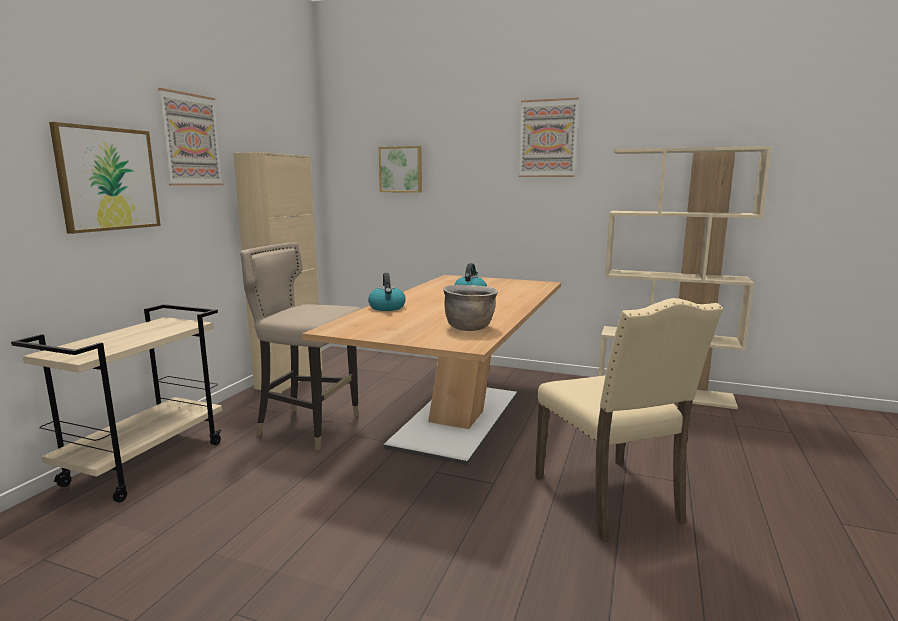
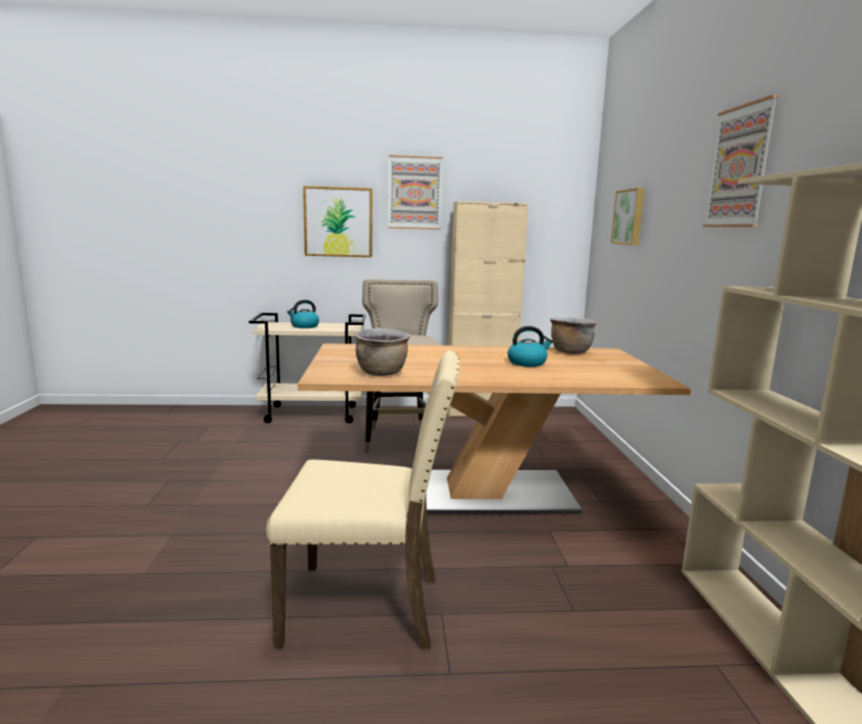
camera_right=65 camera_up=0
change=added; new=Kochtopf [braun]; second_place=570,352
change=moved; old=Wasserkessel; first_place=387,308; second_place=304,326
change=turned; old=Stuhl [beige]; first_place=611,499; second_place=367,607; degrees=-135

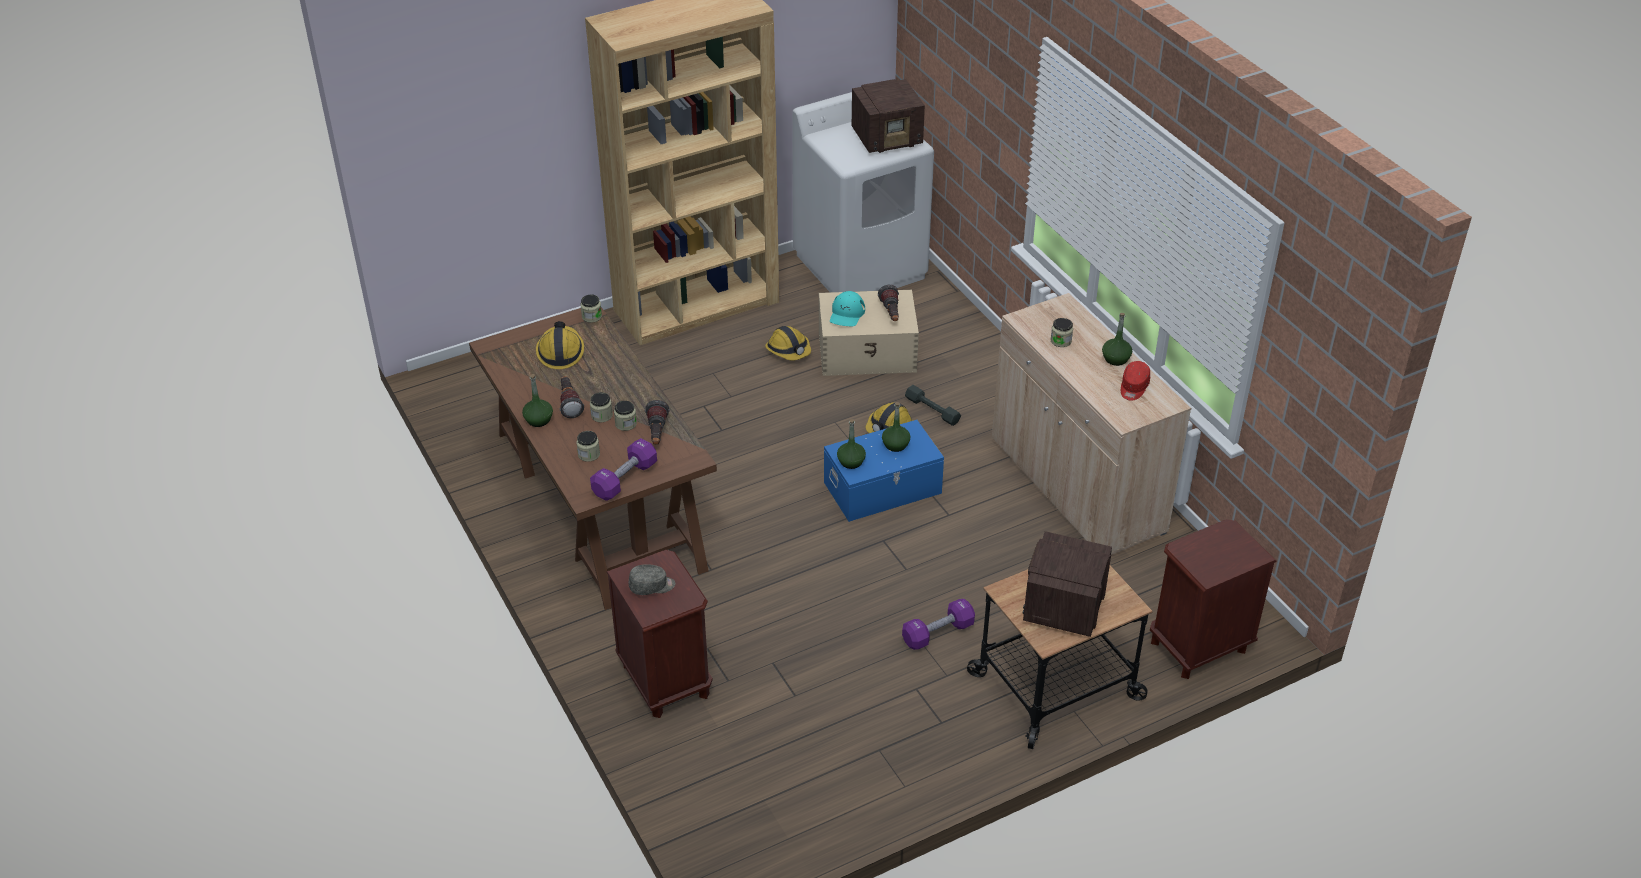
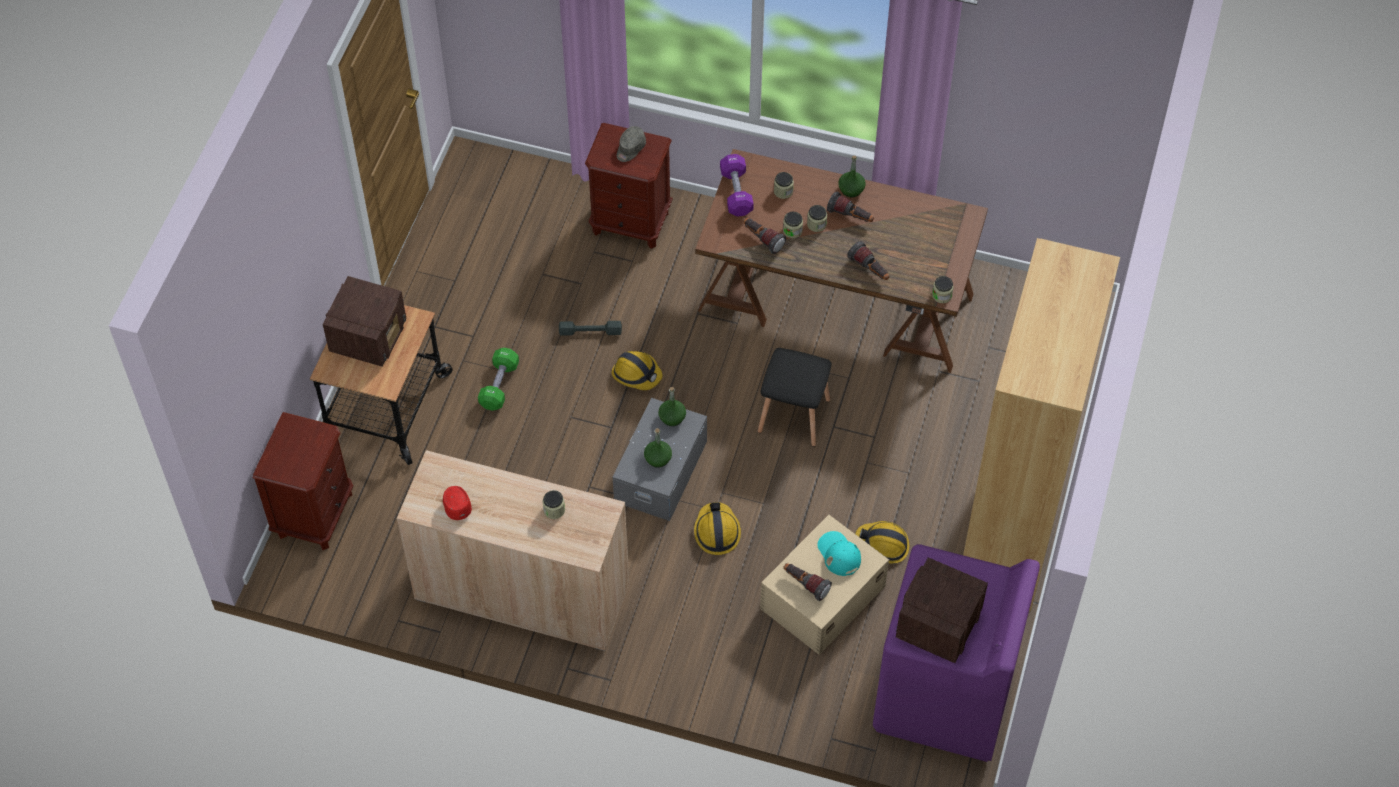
camera_right=135 camera_up=15
change=removed; old=Flasche [grün]; first_place=1115,358
change=added; new=Hocker [schwarz]; second_place=792,416
change=added; new=Taschenlampe; second_place=869,269
change=moved; old=Schutzhelm; first_place=560,352; second_place=637,374
change=moved; old=Hantel [grau]; first_place=932,410; second_place=590,332
change=recoloured; old=Waschmaschine [weiß]; new=Waschmaschine [lila]; first_place=861,266; second_place=944,697
change=recoloured; old=Aufbewahrungsbox [blau]; new=Aufbewahrungsbox [grau]; first_place=883,488; second_place=659,471
change=recoloured; old=Hantel [lila]; new=Hantel [grün]; first_place=938,633; second_place=499,385
change=turned; old=Radio; first_place=1063,607; second_place=369,336; degrees=45

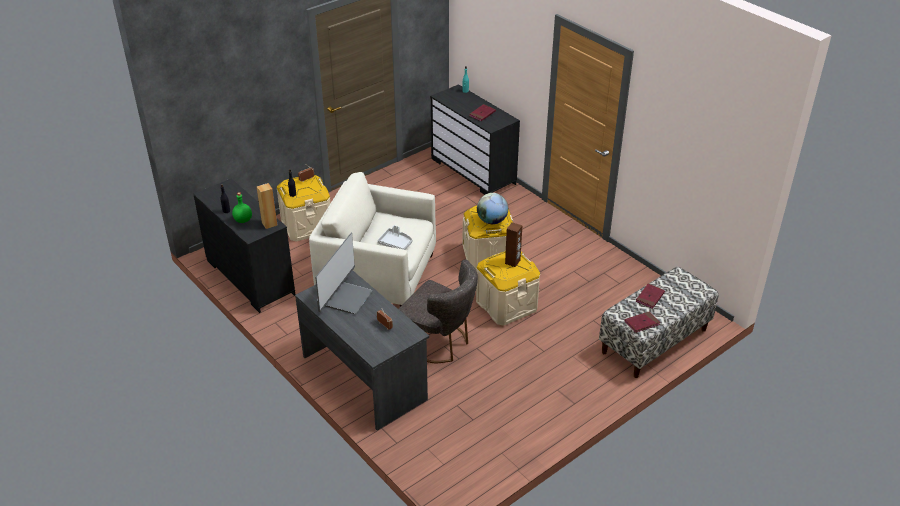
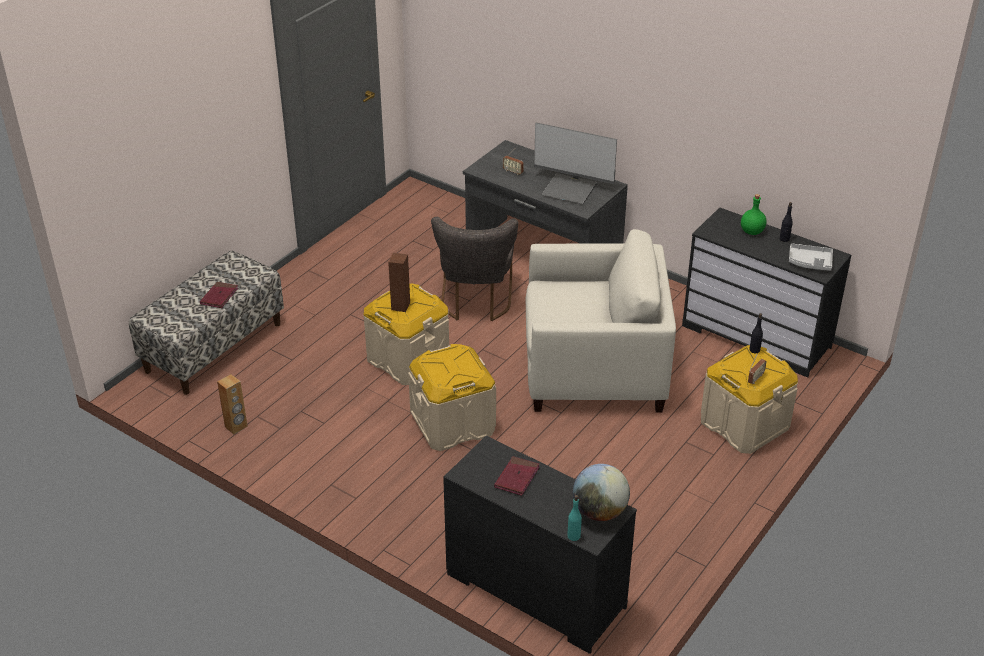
camera_right=165 camera_up=0
change=removed; old=Buch [rot]; first_place=642,323
change=moved; old=Lautsprecher [braun]; first_place=269,224; second_place=236,427
change=moved; old=Tablett [grau]; first_place=395,243; second_place=810,262
change=moved; old=Globus; first_place=492,221; second_place=600,511
change=turned; old=Monitor; first_place=346,298; second_place=570,189; degrees=-75
change=turned; old=Stuhl [grau]; first_place=439,343; second_place=476,302; degrees=-105

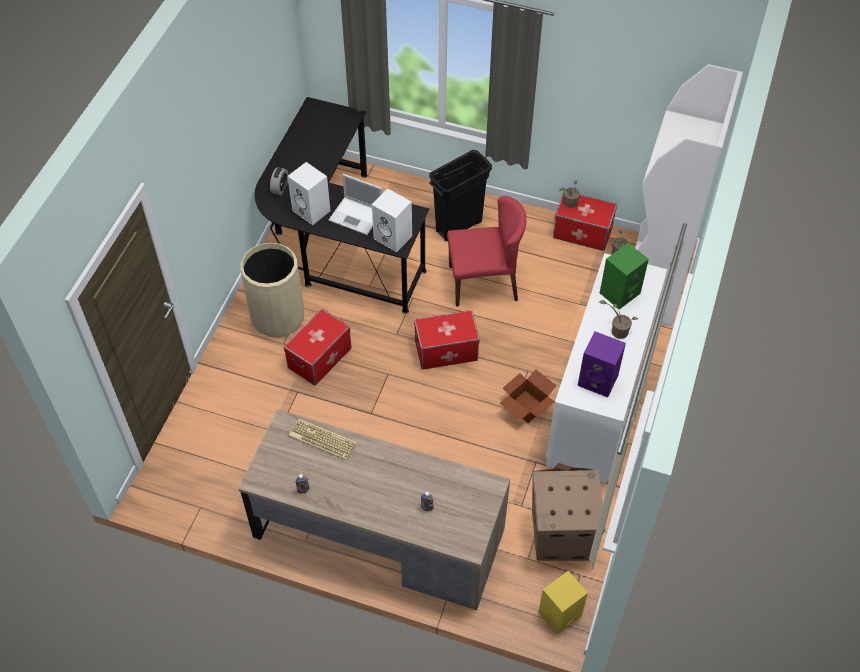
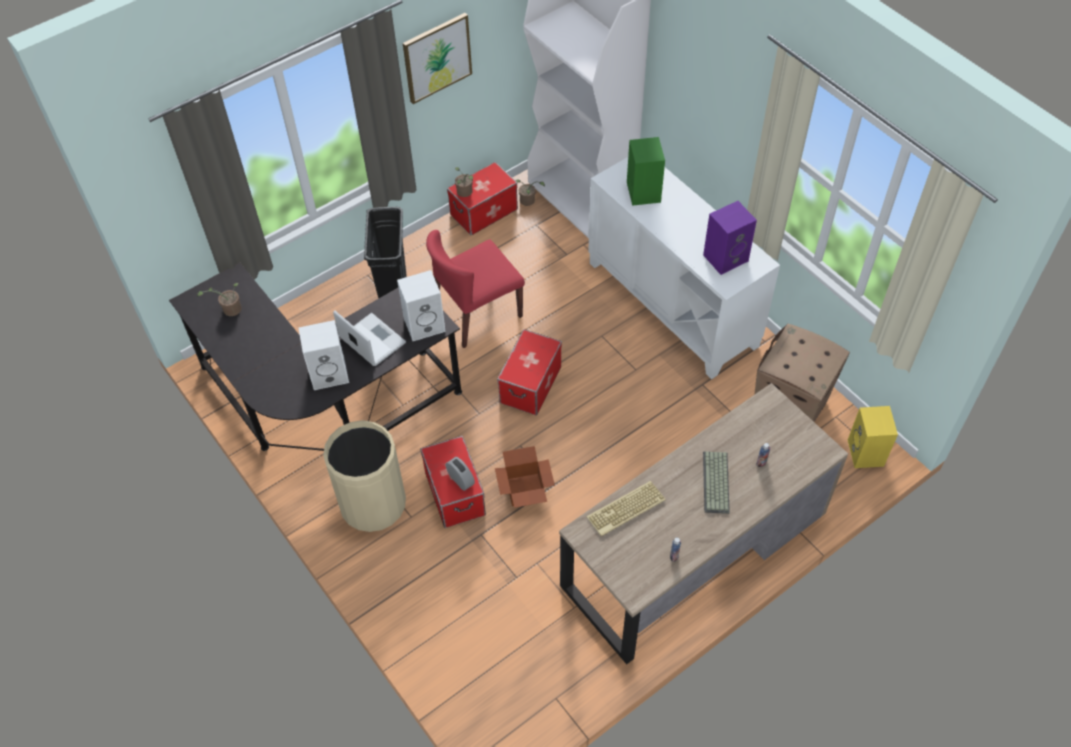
camera_right=-55 camera_up=0
change=added; new=Bild; second_place=437,57
change=added; new=Tastatur; second_place=717,483
change=moved; old=Wecker; first_place=280,188; second_place=460,480
change=moved; old=Karton; first_place=525,407; second_place=524,491
change=moved; old=Topfpflanze; first_place=617,330; second_place=229,310
change=turned; old=Laptop; first_place=357,216; second_place=371,339; degrees=-105
change=turned; old=Stuhl [rot]; first_place=483,282; second_place=477,313; degrees=-150

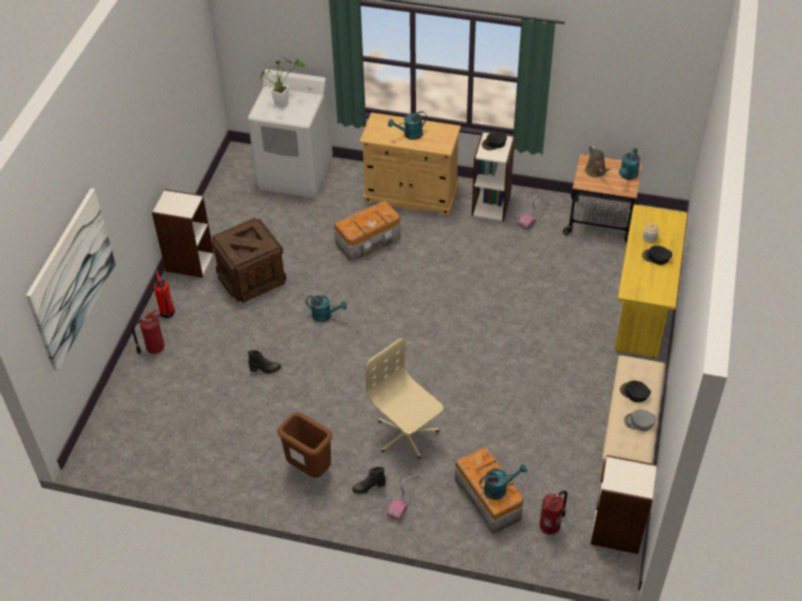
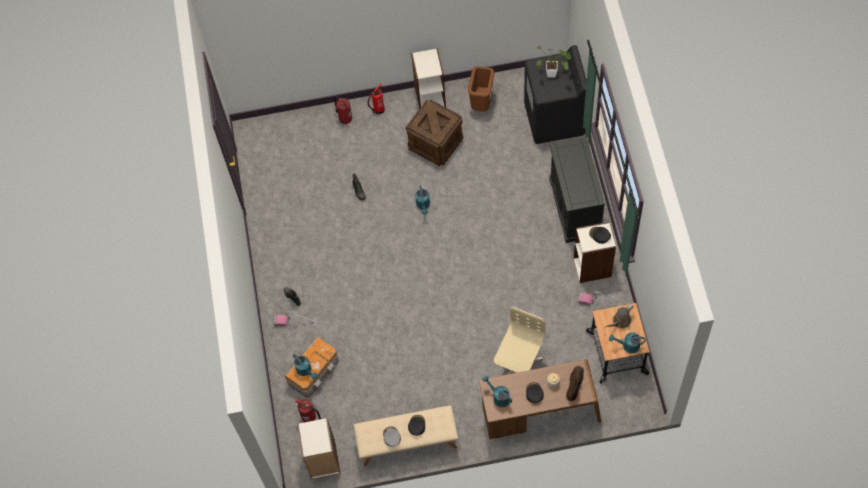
camera_right=70 camera_up=15
change=removed; old=Bild; first_place=71,278
change=removed; old=Aufbewahrungsbox; first_place=369,241
change=added; new=Stiefel [braun]; second_place=574,384
change=moved; old=Mülleimer [braun]; first_place=310,468; second_place=482,104
change=moved; old=Bürostuhl [beige]; first_place=406,434; second_place=518,364
change=moved; old=Gießkanne [türkis]; first_place=409,135; second_place=498,397
change=recoloured; old=Waschmaschine [weiß]; new=Waschmaschine [schwarz]; first_place=295,174; second_place=554,119
change=recoloured; old=Schrank [beige]; new=Schrank [schwarz]; first_place=411,195; second_place=574,207
change=recoloured; old=Schreibtisch [gelb]; new=Schreibtisch [braun]; first_place=643,305; second_place=540,413

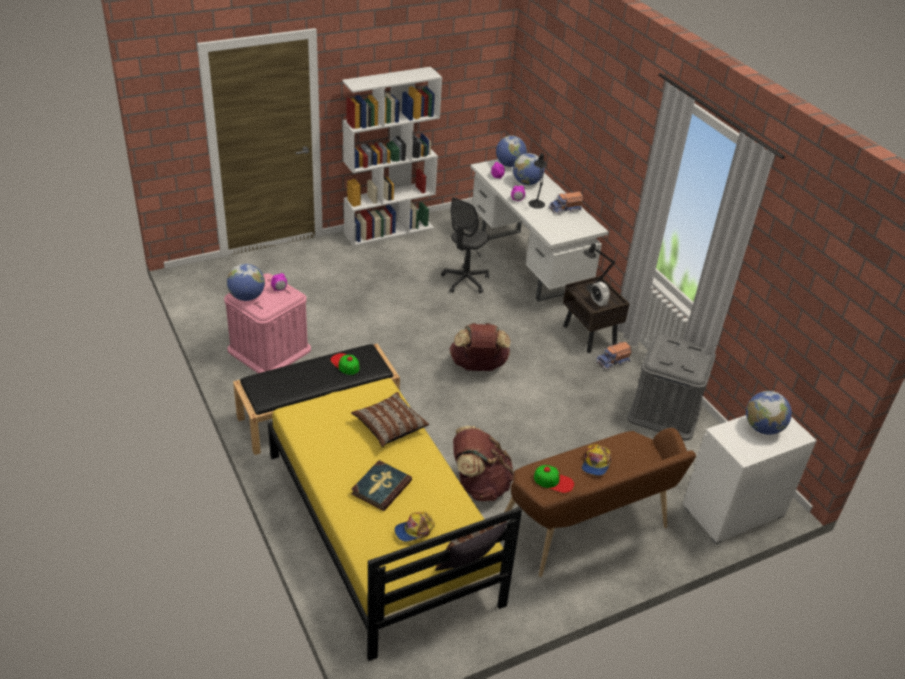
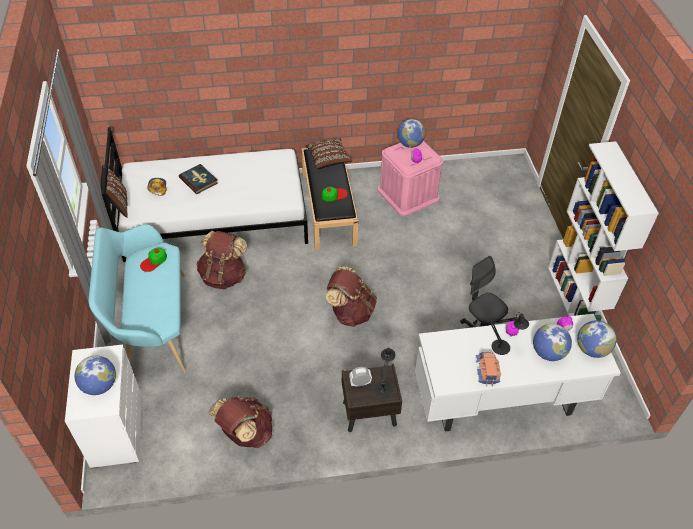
camera_right=110 camera_up=10
change=removed; old=Kappe; first_place=596,463
change=removed; old=Spielzeuglaster; first_place=613,361
change=moved; old=Kissen [braun]; first_place=389,427; second_place=328,159
change=replaced; old=Aufbewahrungsbox [grau]; new=Rucksack [braun]; first_place=665,411; second_place=245,433
change=recoloured; old=Bett [gelb]; new=Bett [weiß]; first_place=380,526; second_place=215,219
change=recoloured; old=Bank [braun]; new=Bank [türkis]; first_place=589,531; second_place=152,325

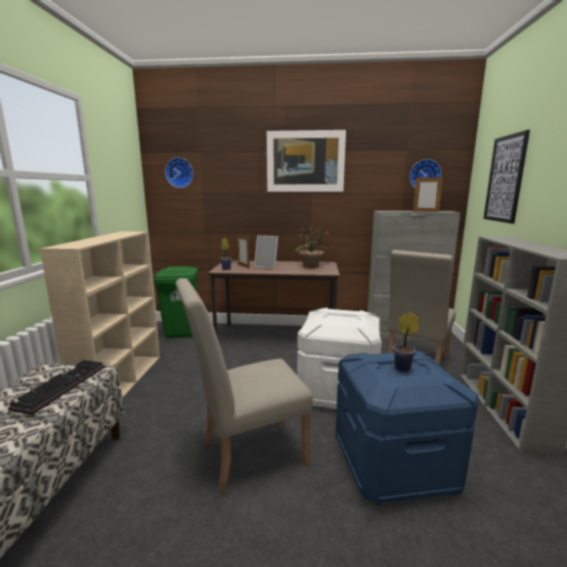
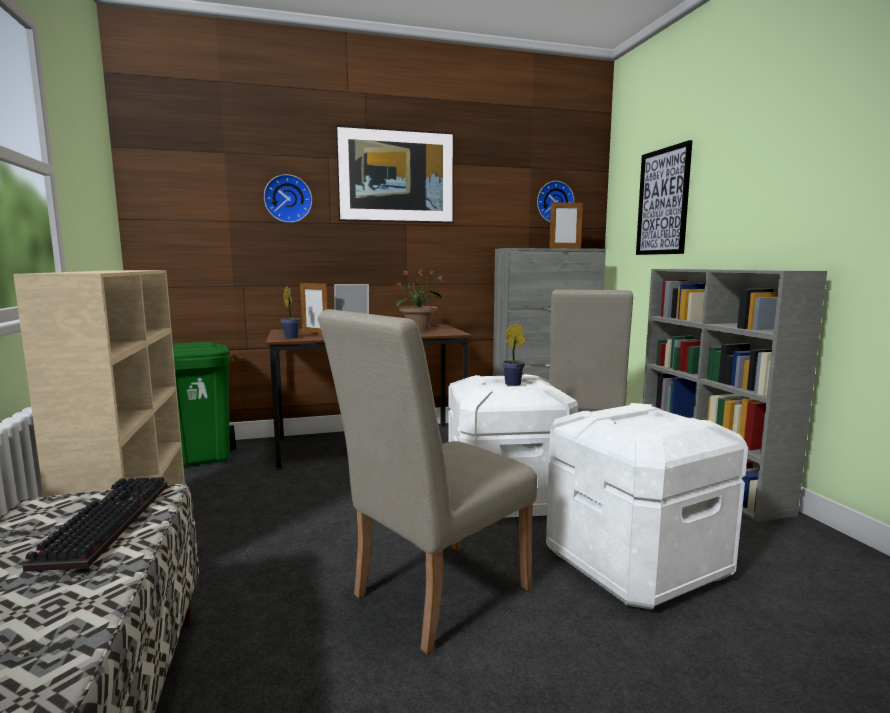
camera_right=-20 camera_up=-5
change=moved; old=Wanduhr; first_place=180,173; second_place=288,199
change=moved; old=Topfpflanze; first_place=404,368; second_place=514,384
change=recoloured; old=Aufbewahrungsbox [blau]; new=Aufbewahrungsbox [weiß]; first_place=393,465; second_place=635,564

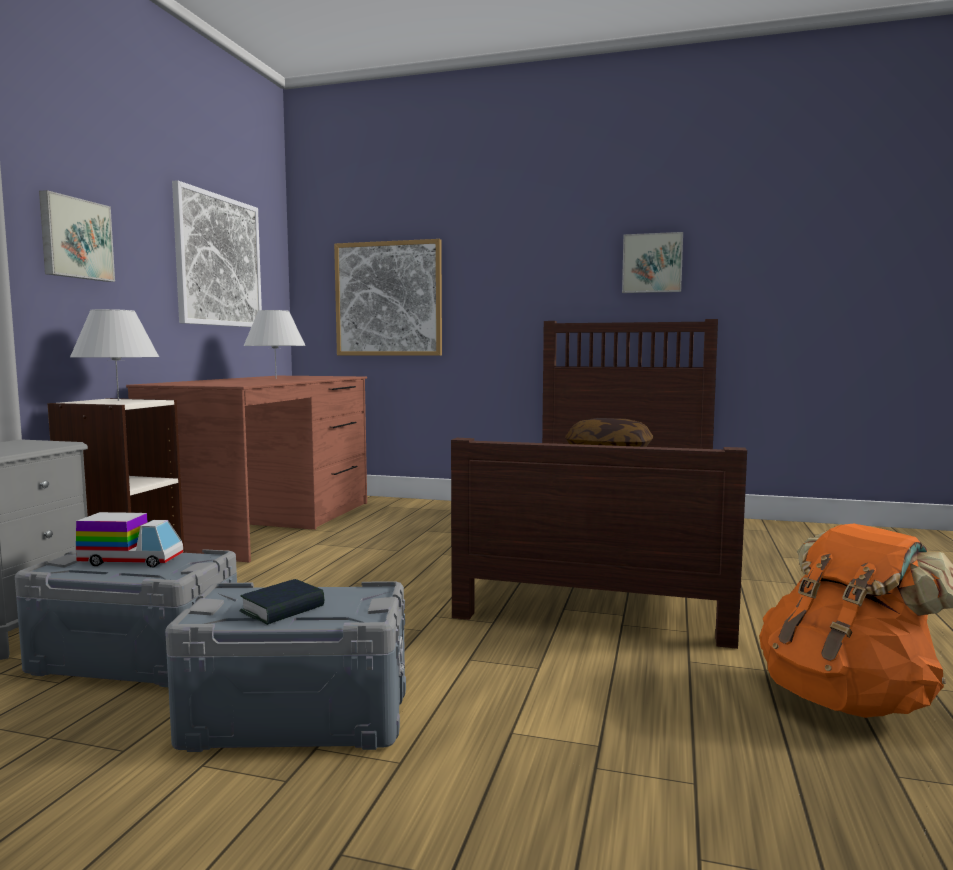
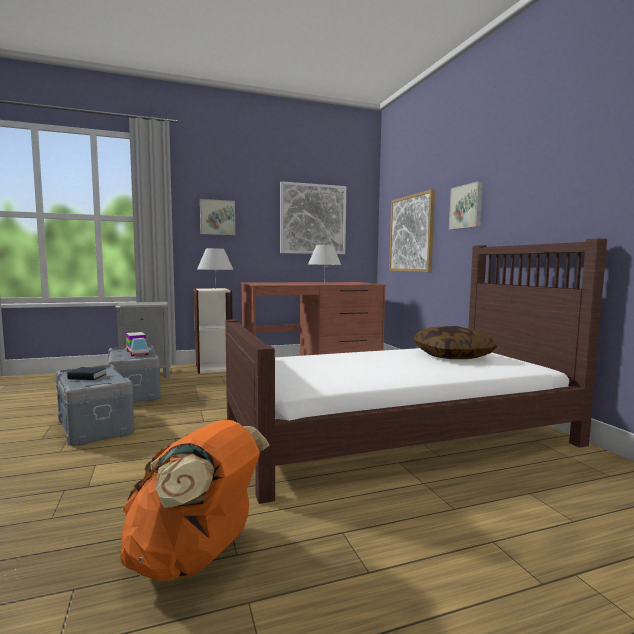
camera_right=55 camera_up=0
change=moved; old=Bild; first_place=652,263; second_place=467,206

